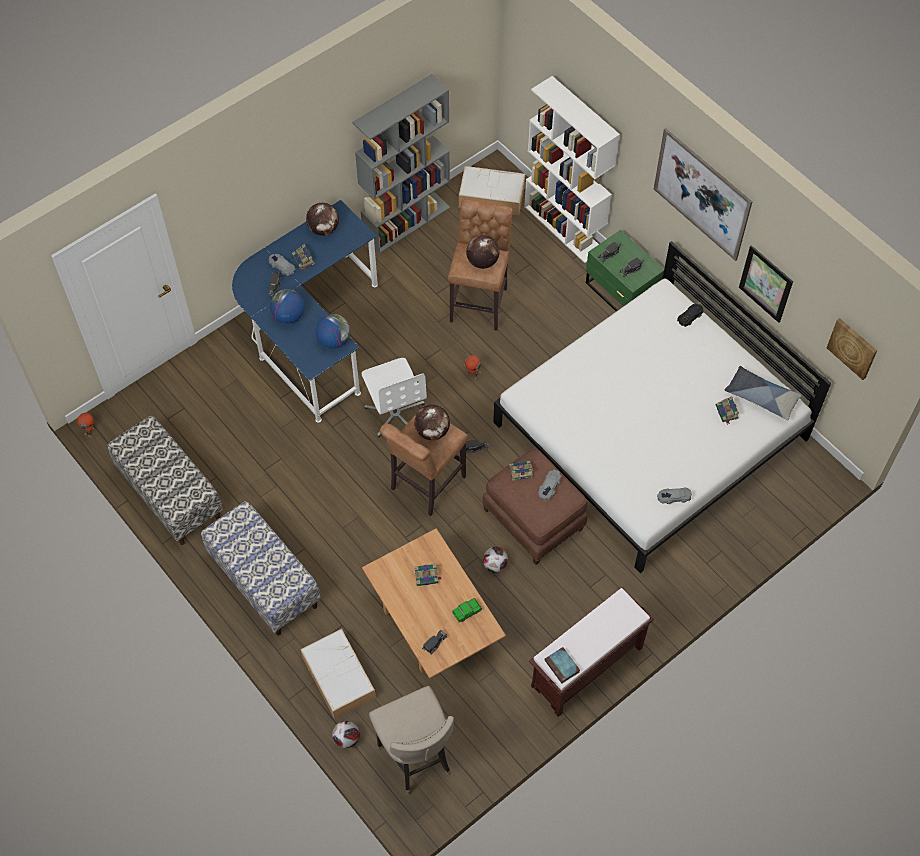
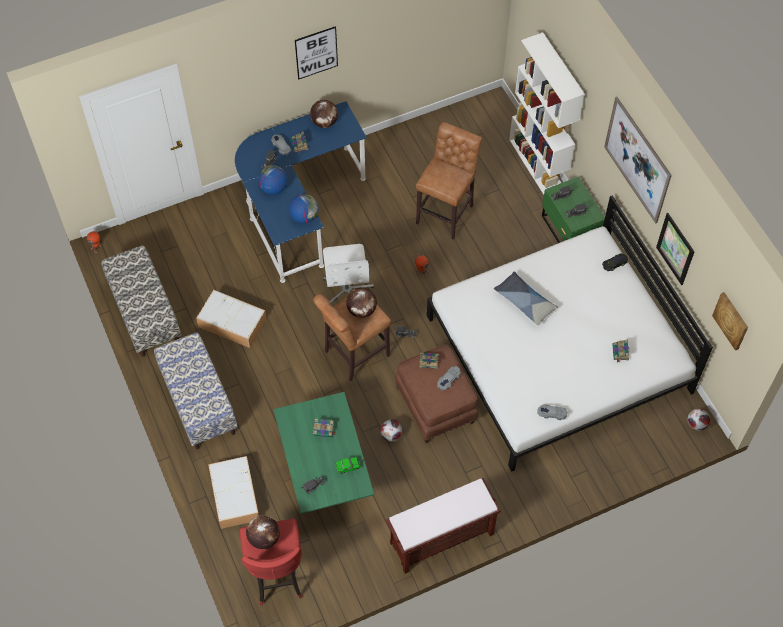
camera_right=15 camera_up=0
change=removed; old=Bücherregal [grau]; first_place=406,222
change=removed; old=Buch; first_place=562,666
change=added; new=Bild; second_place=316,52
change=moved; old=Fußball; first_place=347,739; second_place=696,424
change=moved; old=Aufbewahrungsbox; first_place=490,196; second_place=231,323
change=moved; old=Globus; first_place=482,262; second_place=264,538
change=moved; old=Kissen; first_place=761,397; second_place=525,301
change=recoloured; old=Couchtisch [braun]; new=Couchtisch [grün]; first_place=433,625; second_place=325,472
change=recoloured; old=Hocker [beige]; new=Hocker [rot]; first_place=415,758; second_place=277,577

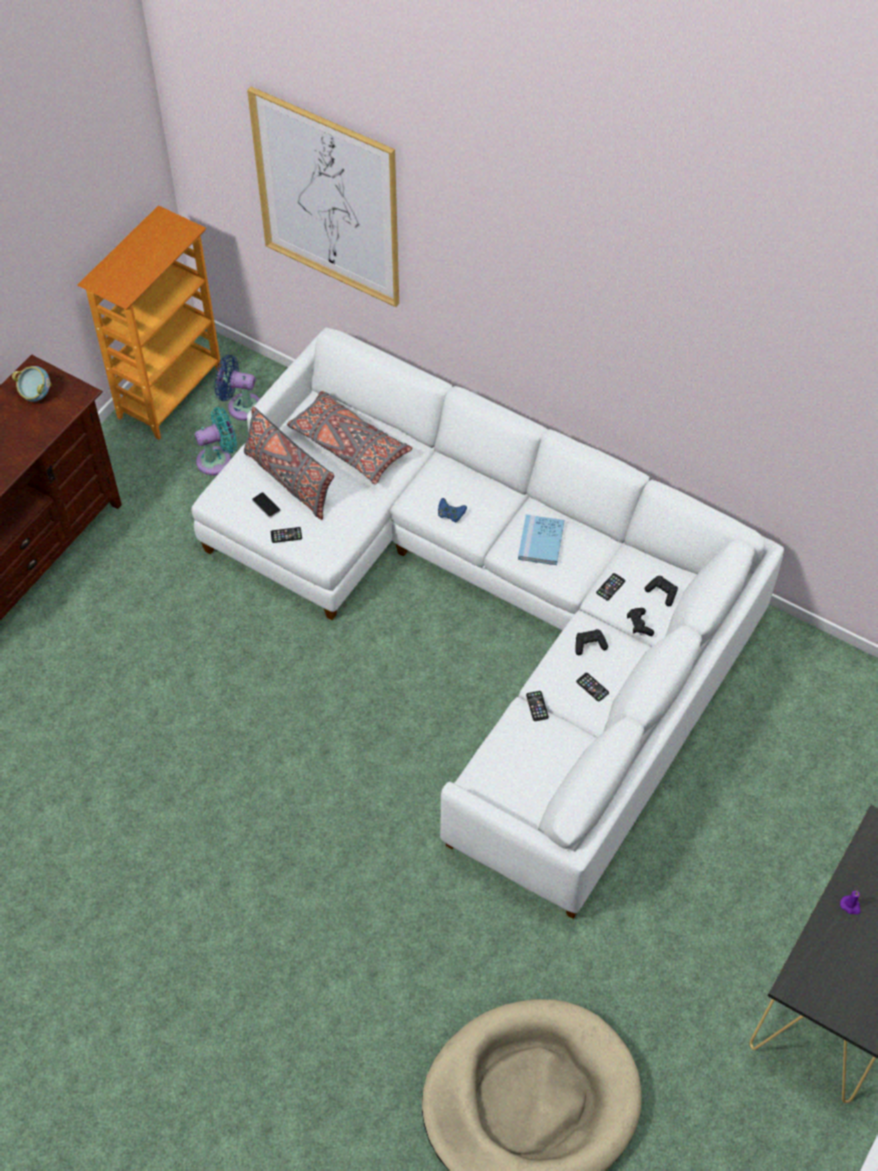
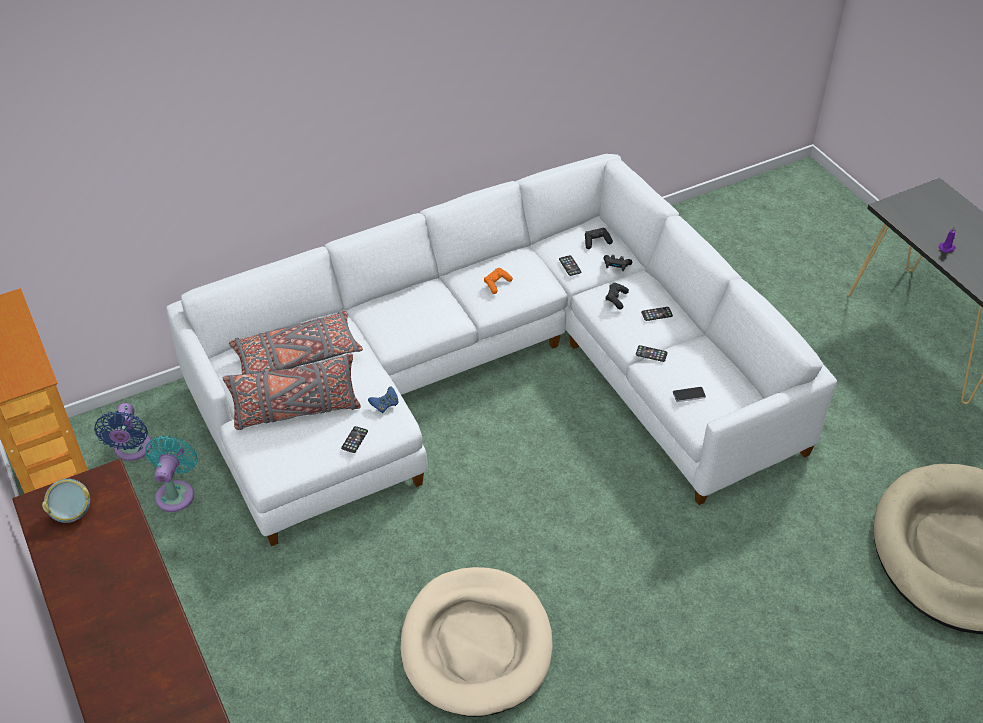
camera_right=-60 camera_up=-10
change=removed; old=Bild; first_place=327,199
change=added; new=Hundebett [beige]; second_place=476,644
change=moved; old=Handy; first_place=266,505; second_place=689,394
change=moved; old=Gamepad [blau]; first_place=450,515; second_place=385,405
change=replaced; old=Buch [blau]; new=Gamepad [orange]; first_place=541,541; second_place=497,284
change=turned; old=Ventilator [blau]; first_place=241,406; second_place=132,450; degrees=-45

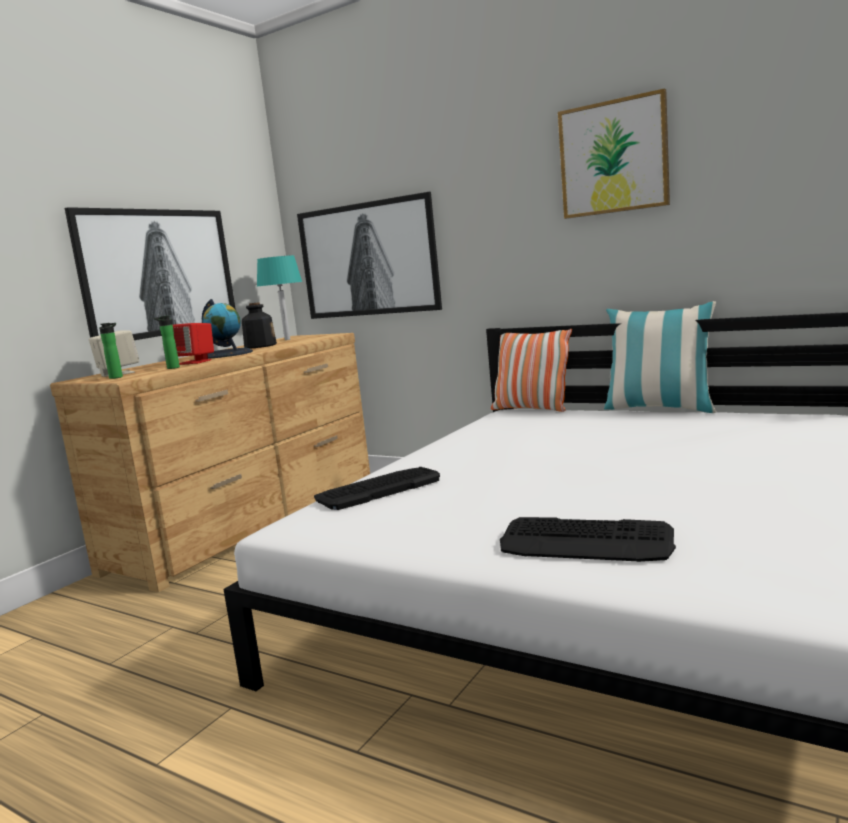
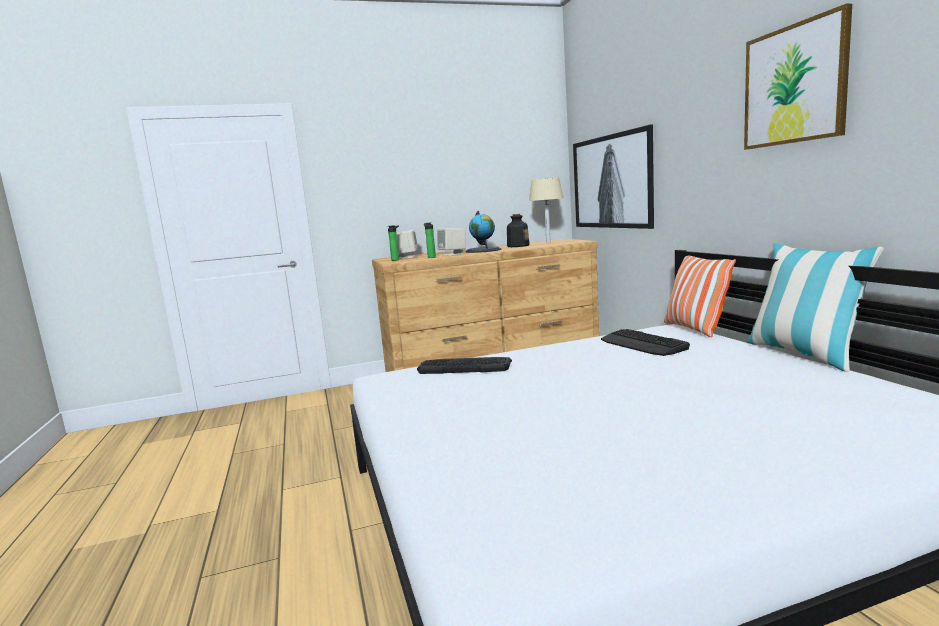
camera_right=40 camera_up=0
change=removed; old=Bild; first_place=158,273
change=moved; old=Tastatur; first_place=586,542; second_place=643,344
change=recoloured; old=Lautsprecher [rot]; new=Lautsprecher [beige]; first_place=195,362; second_place=452,254
change=recoloured; old=Tischlampe [türkis]; new=Tischlampe [beige]; first_place=287,339; second_place=548,242

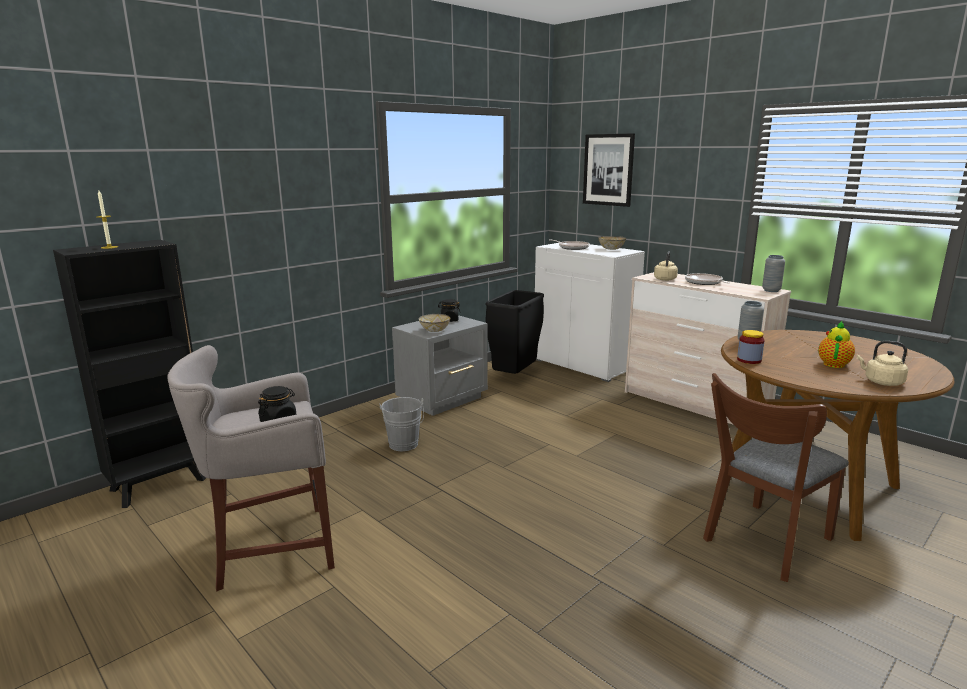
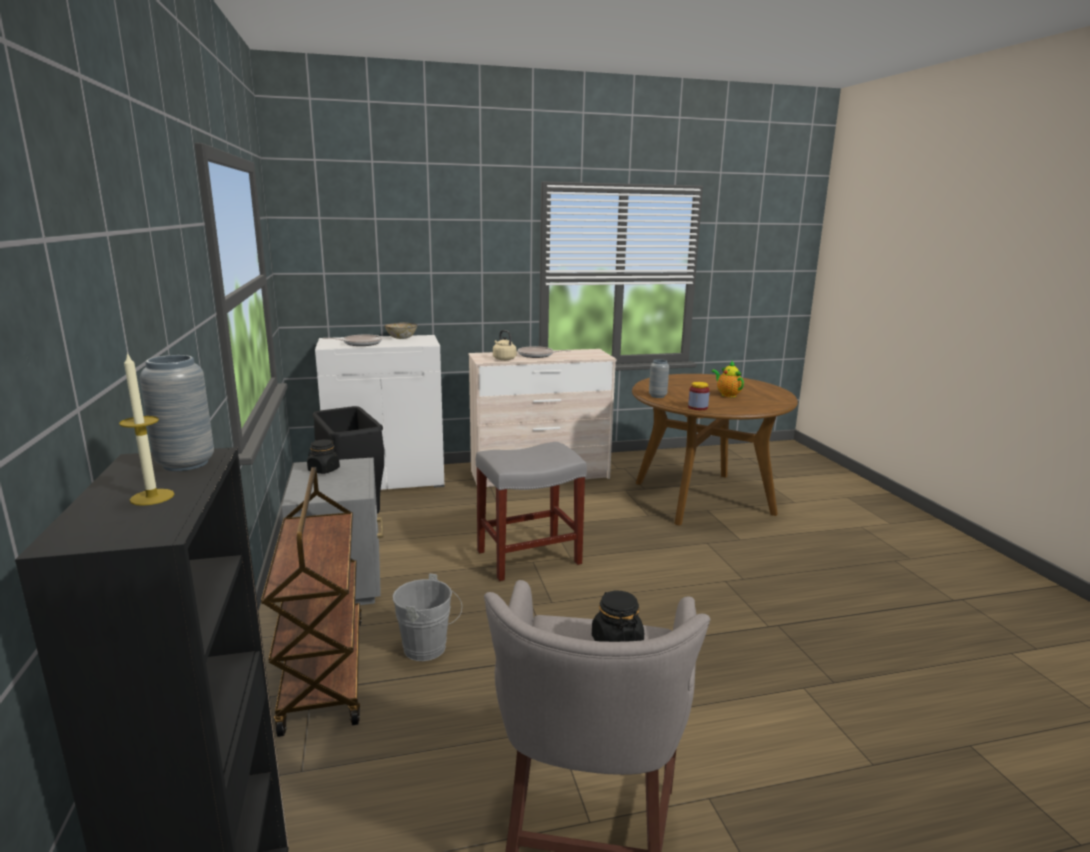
camera_right=-60 camera_up=0
change=removed; old=Schüssel; first_place=434,330
change=removed; old=Bild; first_place=608,170
change=removed; old=Stuhl [braun]; first_place=763,543
change=removed; old=Wasserkessel [beige]; first_place=881,382
change=added; new=Rollwagen [braun]; second_place=322,671
change=added; new=Hocker [grau]; second_place=530,557
change=moved; old=Vase [grau]; first_place=771,290; second_place=185,464

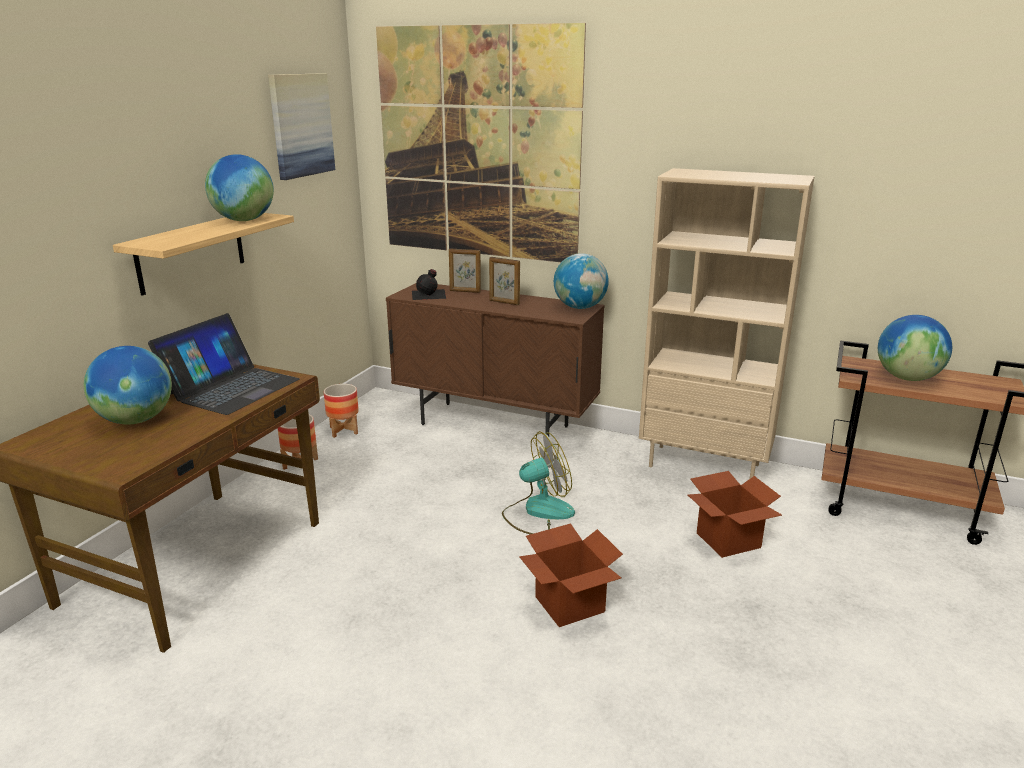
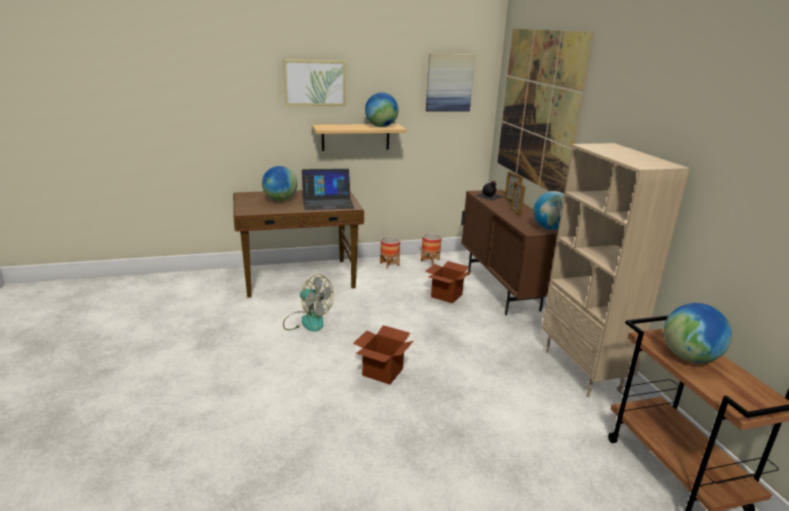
camera_right=50 camera_up=0
change=added; new=Bild; second_place=314,83
change=moved; old=Ventilator; first_place=537,512; second_place=307,321
change=moved; old=Karton; first_place=728,540; second_place=446,295

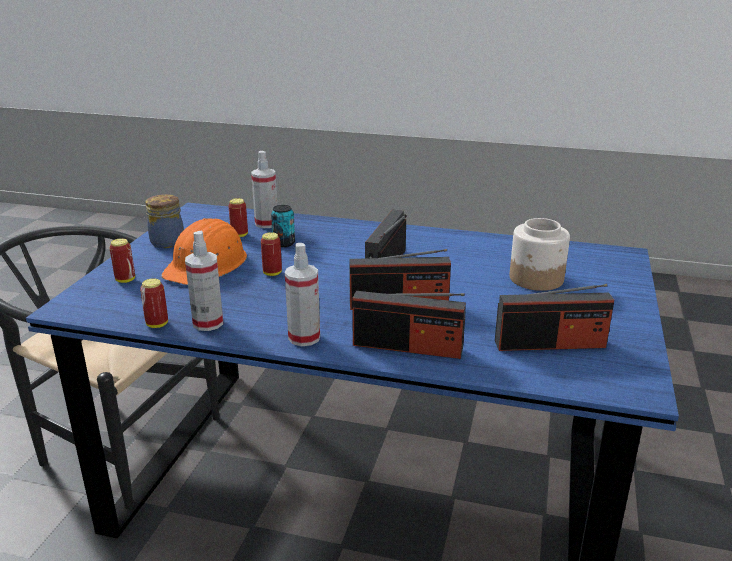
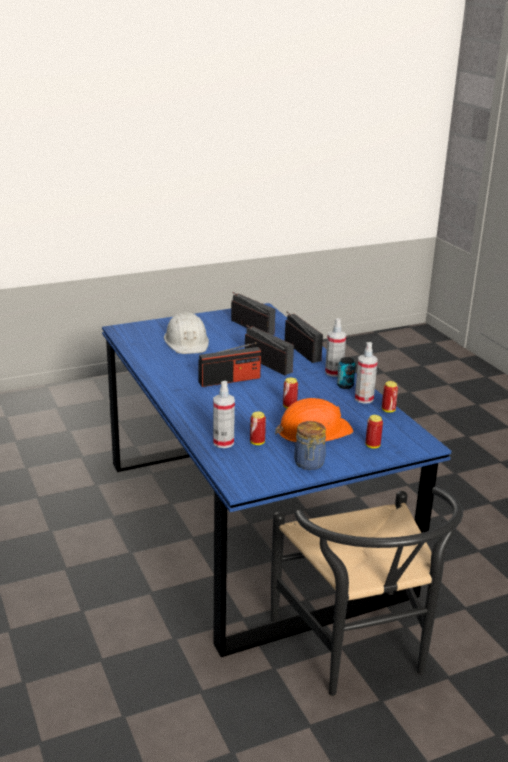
camera_right=-130 camera_up=0
change=moved; old=Dose; first_place=284,243; second_place=345,385
change=replaced; old=Vorratsglas; new=Schutzhelm [weiß]; first_place=536,279; second_place=187,342

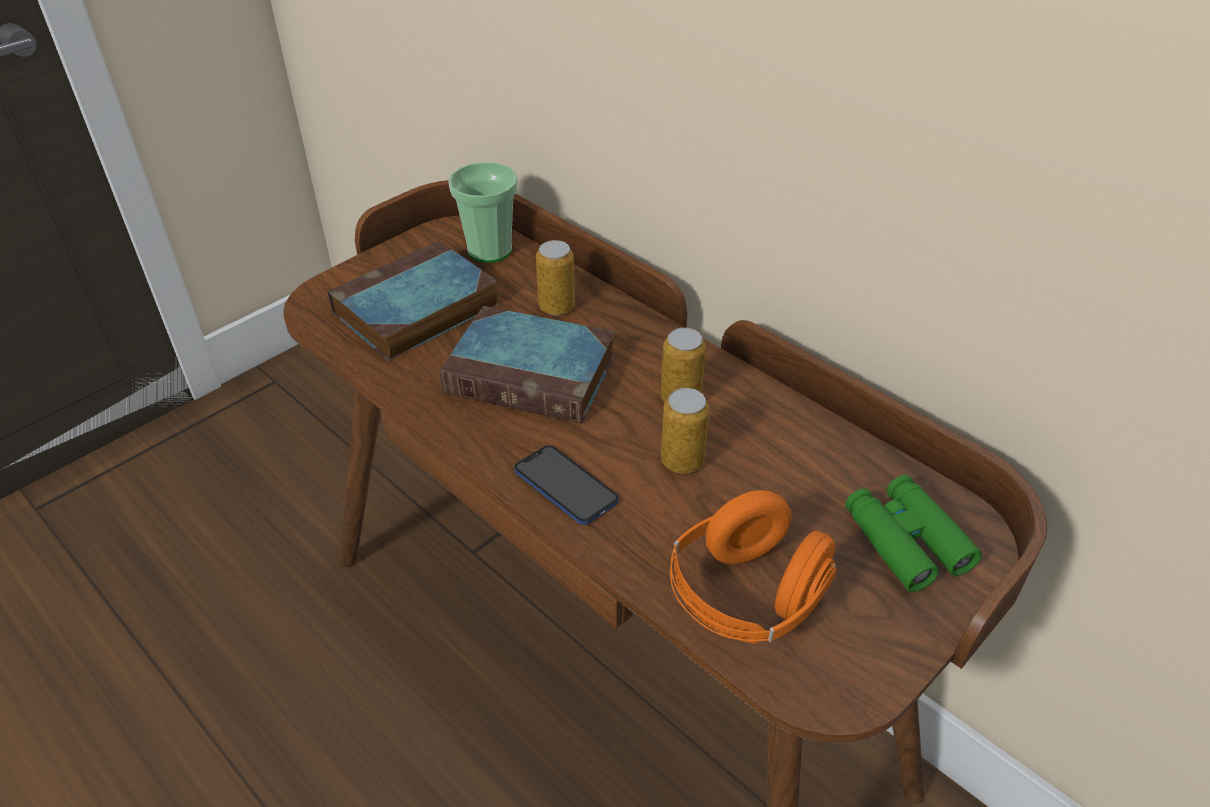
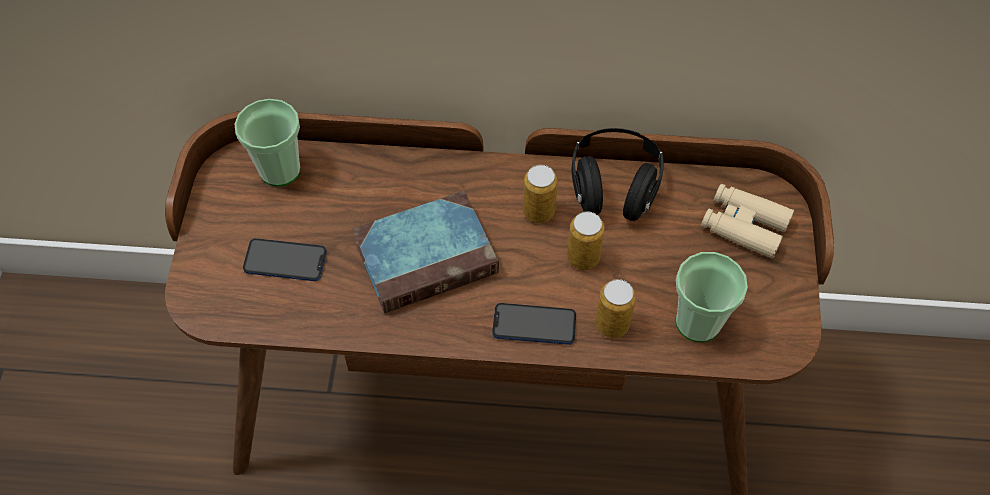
camera_right=-40 camera_up=15
change=added; new=Kopfhörer [schwarz]; second_place=614,188
change=moved; old=Dose; first_place=556,307; second_place=612,324
change=replaced; old=Buch; new=Handy; first_place=414,311; second_place=285,261
change=replaced; old=Kopfhörer [orange]; new=Tasse; first_place=746,597; second_place=698,322
change=recoloured; old=Fernglas [grün]; new=Fernglas [beige]; first_place=905,541; second_place=744,226

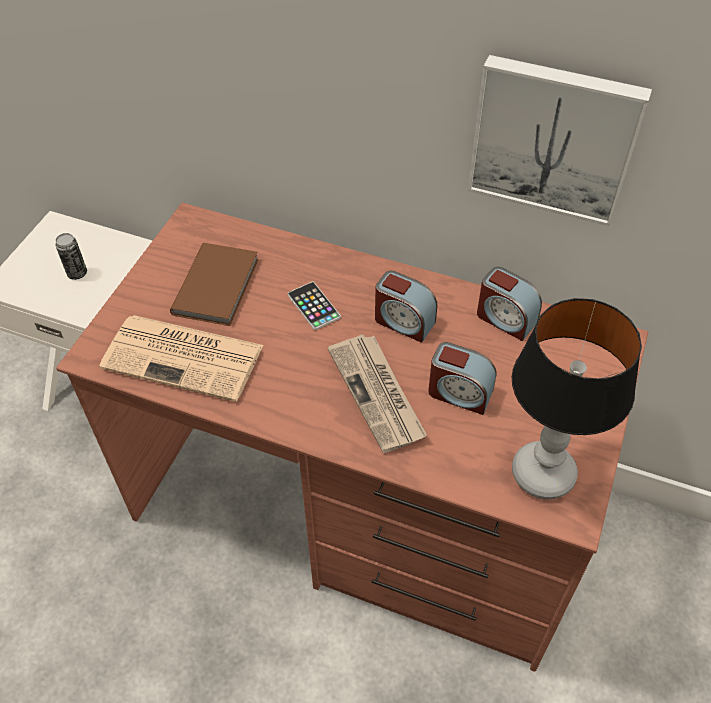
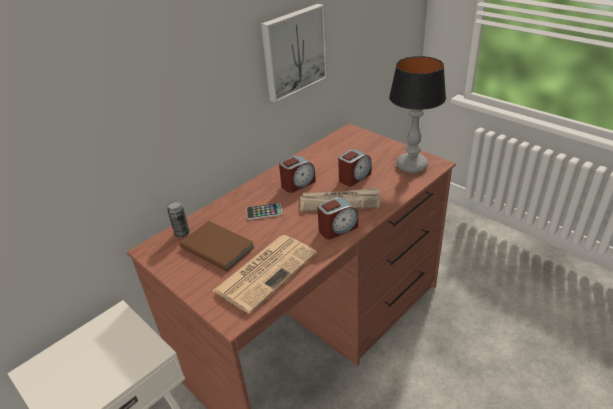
camera_right=-65 camera_up=-15
change=moved; old=Dose; first_place=77,273; second_place=182,233
change=moved; old=Wecker; first_place=505,319; second_place=337,229

